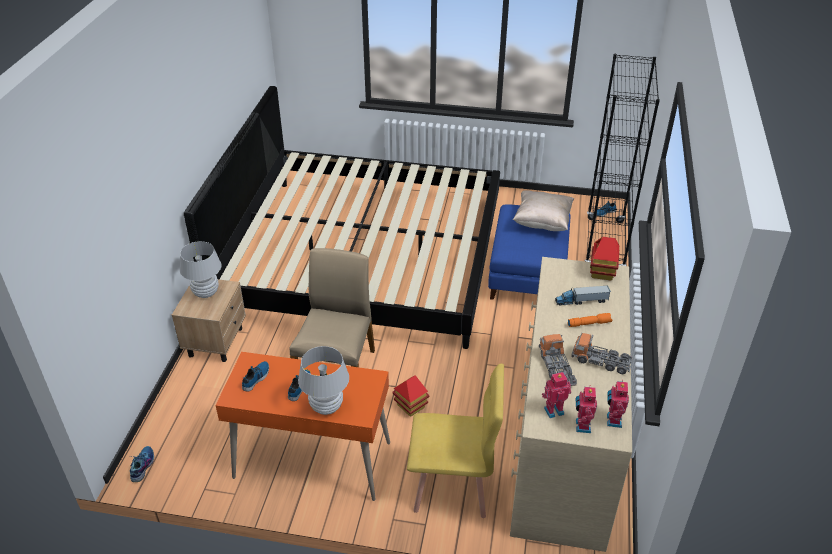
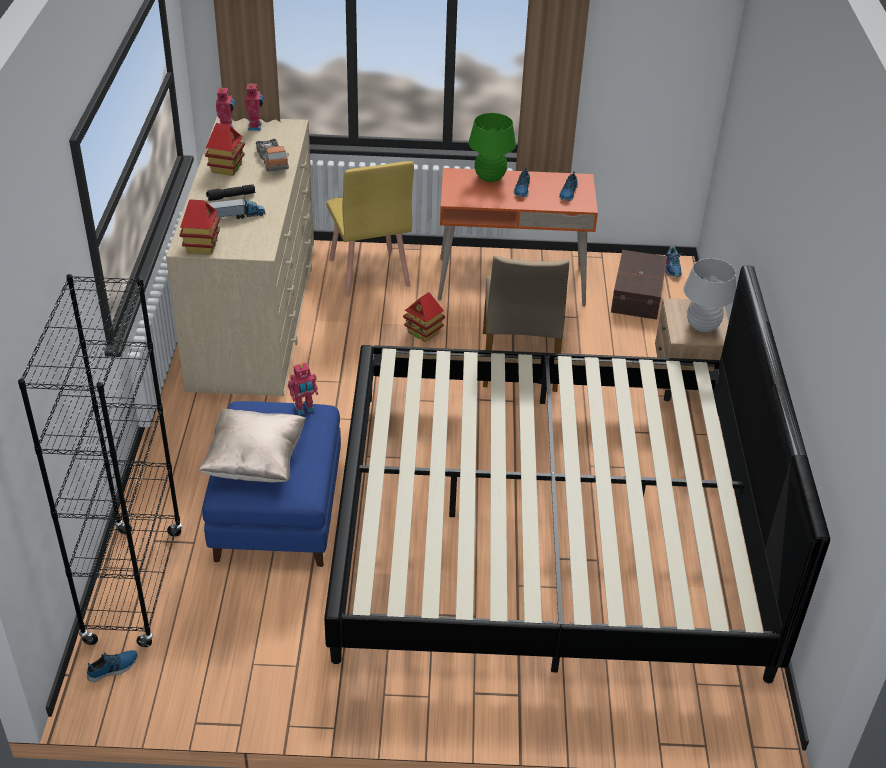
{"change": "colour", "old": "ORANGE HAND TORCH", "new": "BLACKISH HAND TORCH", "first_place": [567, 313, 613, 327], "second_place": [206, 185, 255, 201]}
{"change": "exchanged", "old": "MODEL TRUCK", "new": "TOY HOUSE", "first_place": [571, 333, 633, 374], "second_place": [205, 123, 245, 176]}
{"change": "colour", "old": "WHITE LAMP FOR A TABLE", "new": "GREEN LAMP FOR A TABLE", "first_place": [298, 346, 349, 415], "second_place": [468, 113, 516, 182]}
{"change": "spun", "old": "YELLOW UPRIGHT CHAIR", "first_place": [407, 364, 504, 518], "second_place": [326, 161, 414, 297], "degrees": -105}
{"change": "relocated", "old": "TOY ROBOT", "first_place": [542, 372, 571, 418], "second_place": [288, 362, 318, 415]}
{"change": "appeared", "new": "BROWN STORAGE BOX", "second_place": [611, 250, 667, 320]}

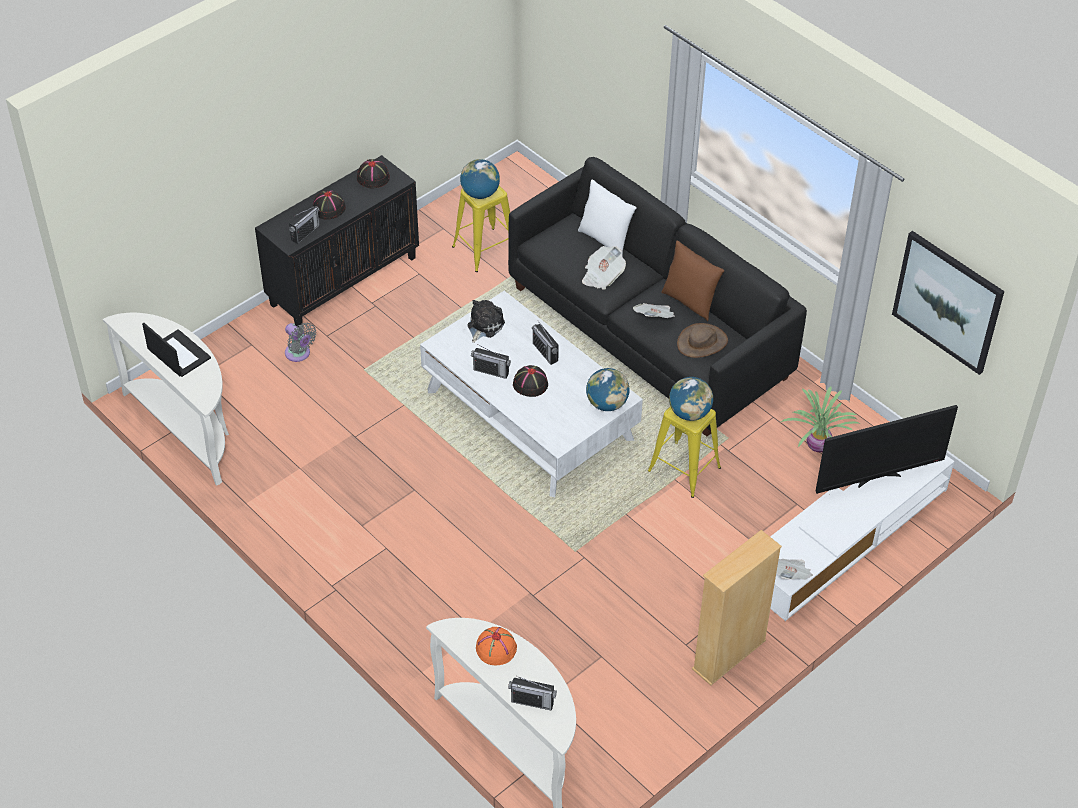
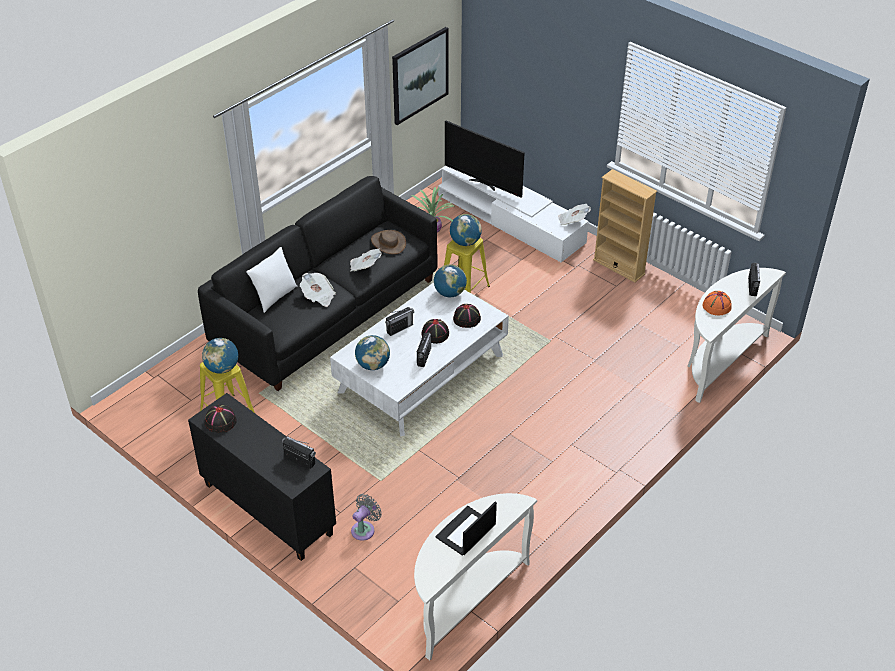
{"change": "relocated", "old": "BLACKISH HAT", "first_place": [313, 190, 346, 220], "second_place": [453, 304, 481, 328]}
{"change": "missing", "old": "BROWN THROW PILLOW", "first_place": [661, 241, 725, 321]}
{"change": "exchanged", "old": "CUDDLY TOY", "new": "DESK GLOBE", "first_place": [467, 300, 505, 343], "second_place": [355, 335, 390, 370]}
{"change": "spun", "old": "TELEVISION", "first_place": [815, 405, 958, 494], "second_place": [445, 121, 525, 198], "degrees": 150}

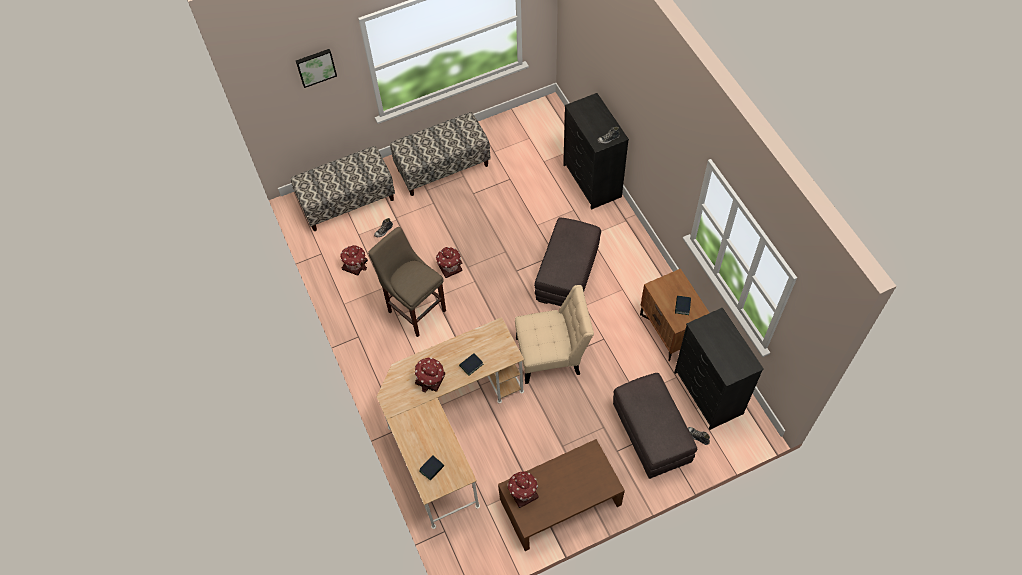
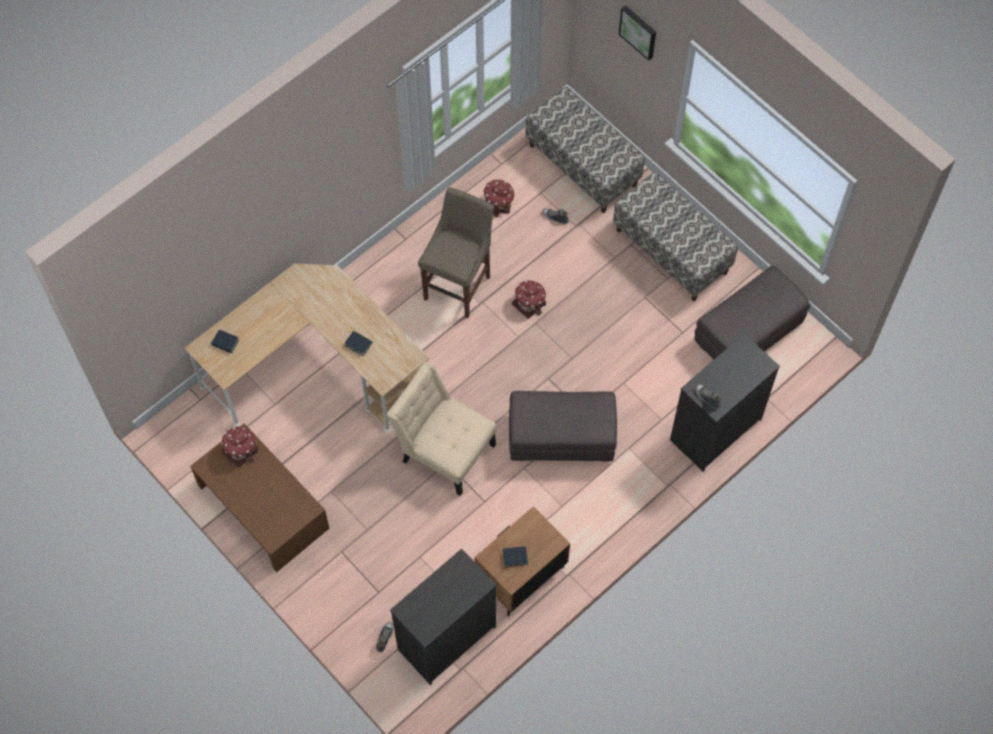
{"change": "spun", "old": "BEIGE-COLOURED UPRIGHT CHAIR", "first_place": [515, 285, 594, 384], "second_place": [387, 362, 496, 496], "degrees": 150}
{"change": "missing", "old": "TOY HOUSE", "first_place": [415, 357, 445, 393]}
{"change": "relocated", "old": "GREY FOOTREST", "first_place": [613, 373, 697, 479], "second_place": [694, 265, 810, 360]}

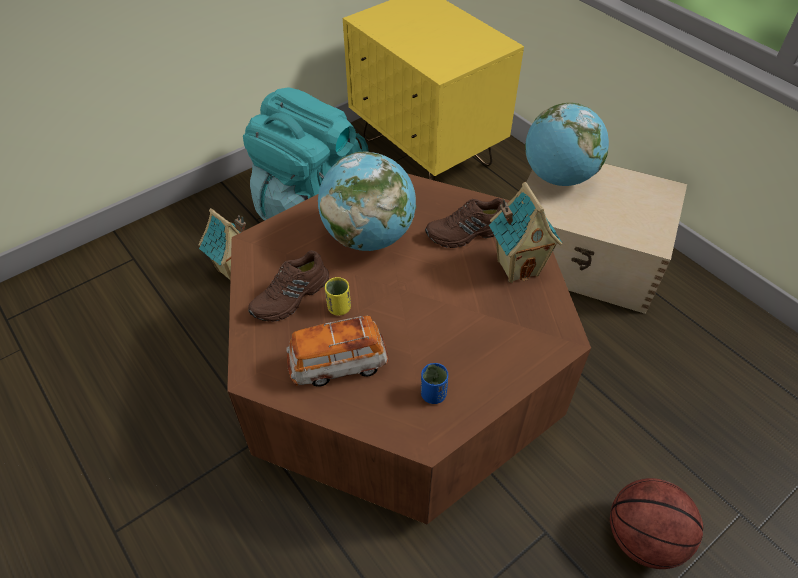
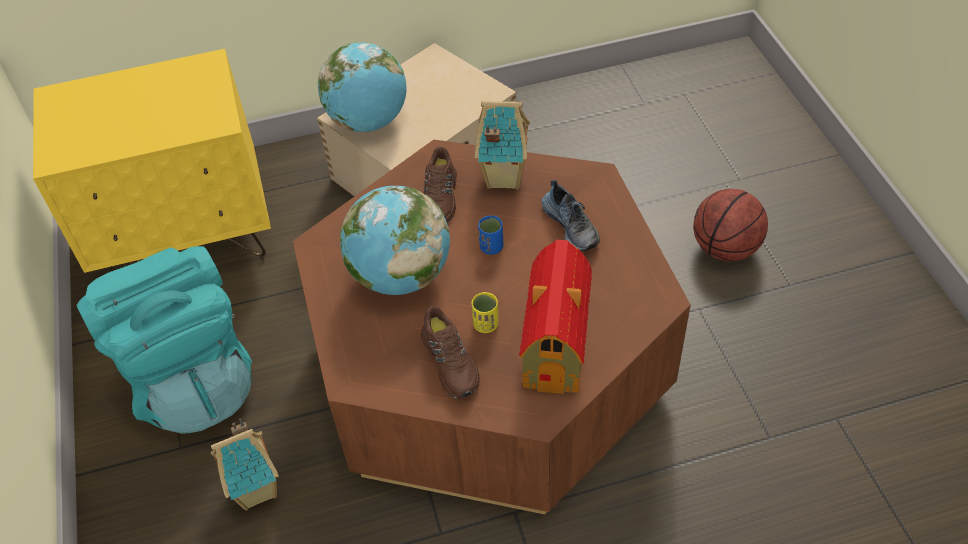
{"change": "exchanged", "old": "TOY CAR", "new": "TOY HOUSE", "first_place": [286, 316, 389, 387], "second_place": [519, 240, 592, 394]}
{"change": "relocated", "old": "BLUE-COLOURED CUP", "first_place": [421, 363, 448, 404], "second_place": [478, 216, 503, 255]}
{"change": "appeared", "new": "ITEM OF FOOTWEAR", "second_place": [541, 180, 600, 251]}

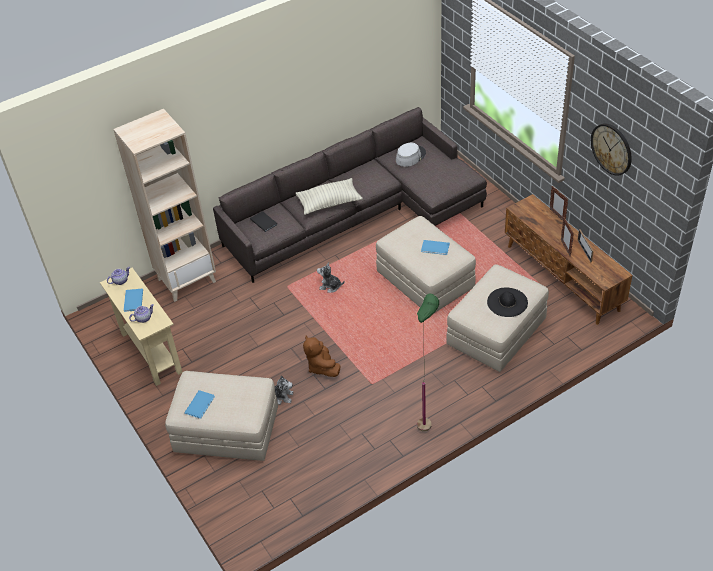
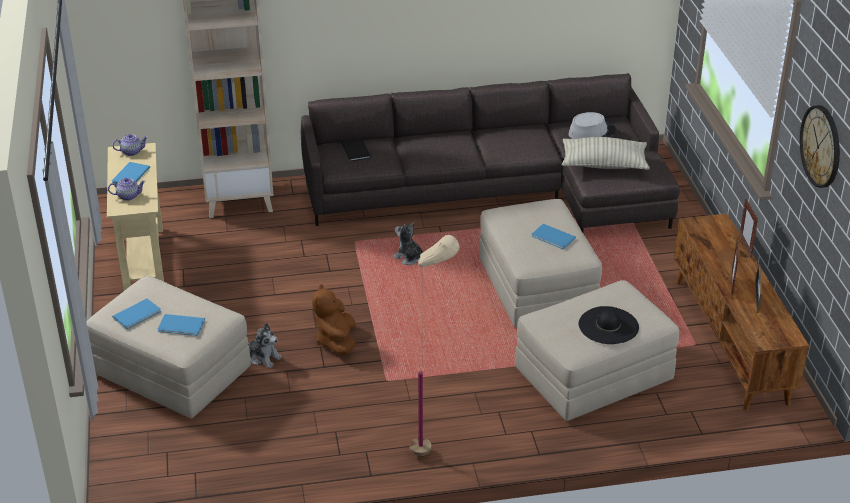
{"change": "relocated", "old": "THROW PILLOW", "first_place": [296, 178, 363, 215], "second_place": [562, 137, 650, 170]}
{"change": "colour", "old": "GREEN STANDING LAMP", "new": "BEIGE-COLOURED STANDING LAMP", "first_place": [417, 293, 439, 432], "second_place": [410, 235, 459, 456]}
{"change": "appeared", "new": "BLUE-COLOURED BOOK", "second_place": [158, 314, 205, 336]}

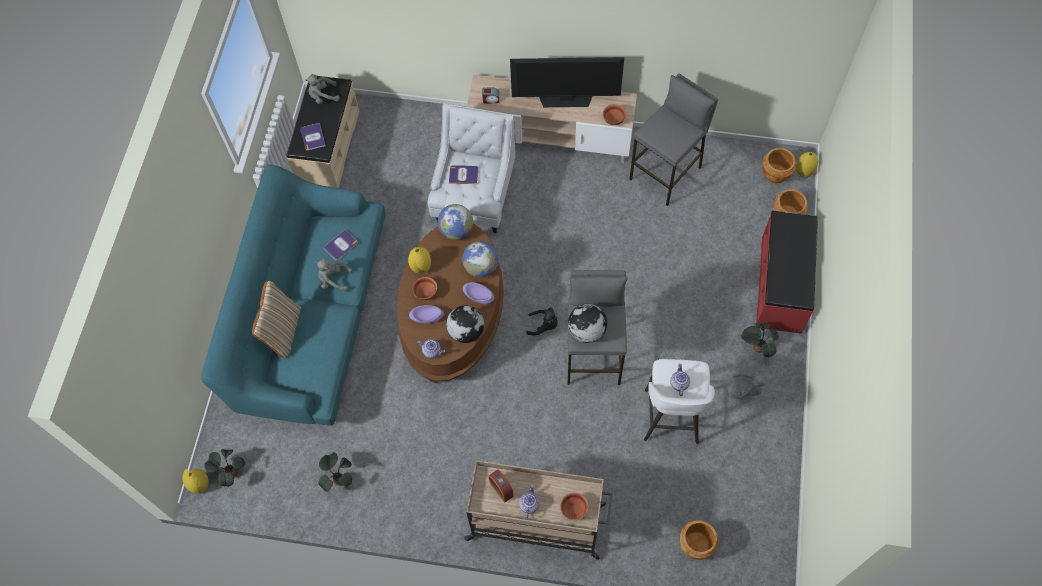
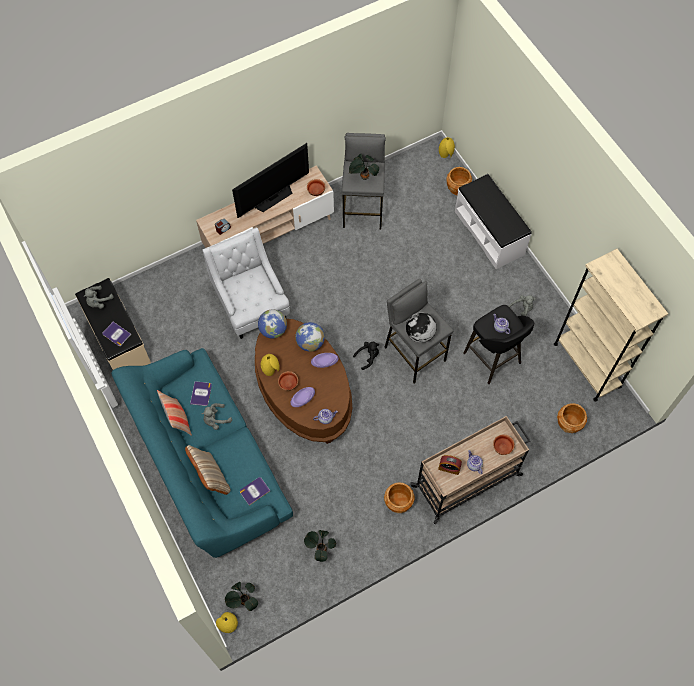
{"change": "relocated", "old": "BROWN PLANT POT", "first_place": [762, 148, 796, 184], "second_place": [384, 482, 415, 513]}
{"change": "relocated", "old": "BOOK", "first_place": [449, 165, 478, 184], "second_place": [240, 477, 270, 505]}
{"change": "colour", "old": "REDDISH BENCH", "new": "WHITE BENCH", "first_place": [756, 211, 818, 334], "second_place": [455, 174, 532, 269]}
{"change": "missing", "old": "DESK GLOBE", "first_place": [446, 305, 484, 343]}
{"change": "relocated", "old": "PLANT IN A POT", "first_place": [740, 323, 779, 358], "second_place": [349, 154, 379, 180]}
{"change": "colour", "old": "WHITE STOOL SEAT", "new": "BLACKISH STOOL SEAT", "first_place": [644, 359, 715, 444], "second_place": [463, 305, 534, 384]}
{"change": "appeared", "new": "BEIGE-COLOURED SHELVING UNIT", "second_place": [554, 249, 668, 402]}
{"change": "appeared", "new": "THROW PILLOW", "second_place": [157, 390, 192, 436]}

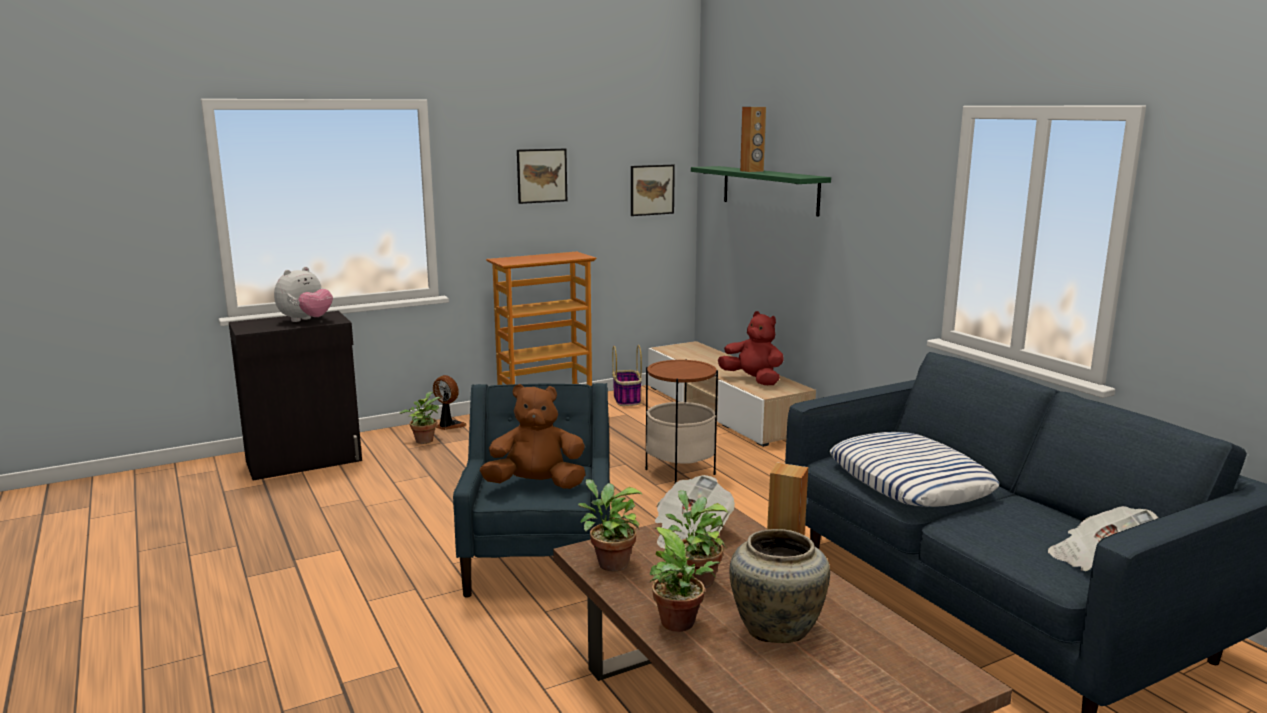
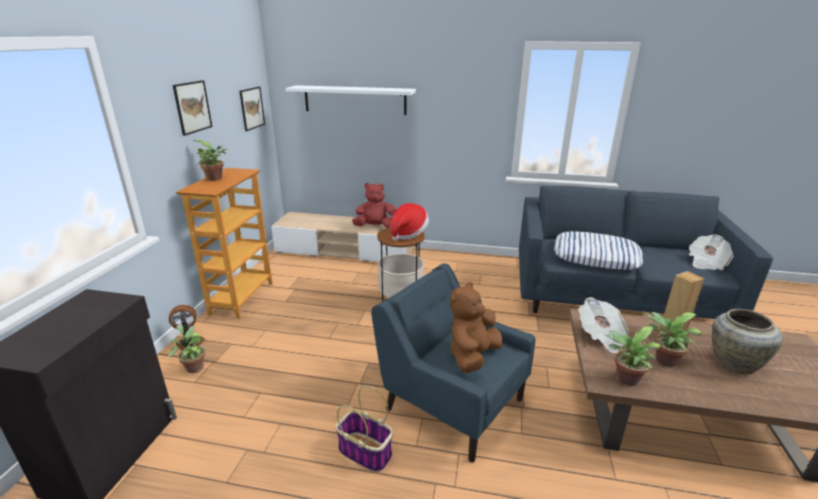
{"change": "missing", "old": "BROWN AUDIO SPEAKER", "first_place": [740, 107, 766, 172]}
{"change": "colour", "old": "GREEN WALL SHELF", "new": "WHITE WALL SHELF", "first_place": [691, 166, 831, 216], "second_place": [285, 85, 416, 115]}
{"change": "missing", "old": "CUDDLY TOY", "first_place": [274, 267, 333, 322]}
{"change": "relocated", "old": "HOUSEHOLD BASKET", "first_place": [612, 345, 642, 406], "second_place": [335, 385, 393, 473]}
{"change": "relocated", "old": "PLANT IN A POT", "first_place": [649, 527, 720, 632], "second_place": [193, 140, 227, 181]}
{"change": "appeared", "new": "HAT", "second_place": [390, 203, 429, 241]}

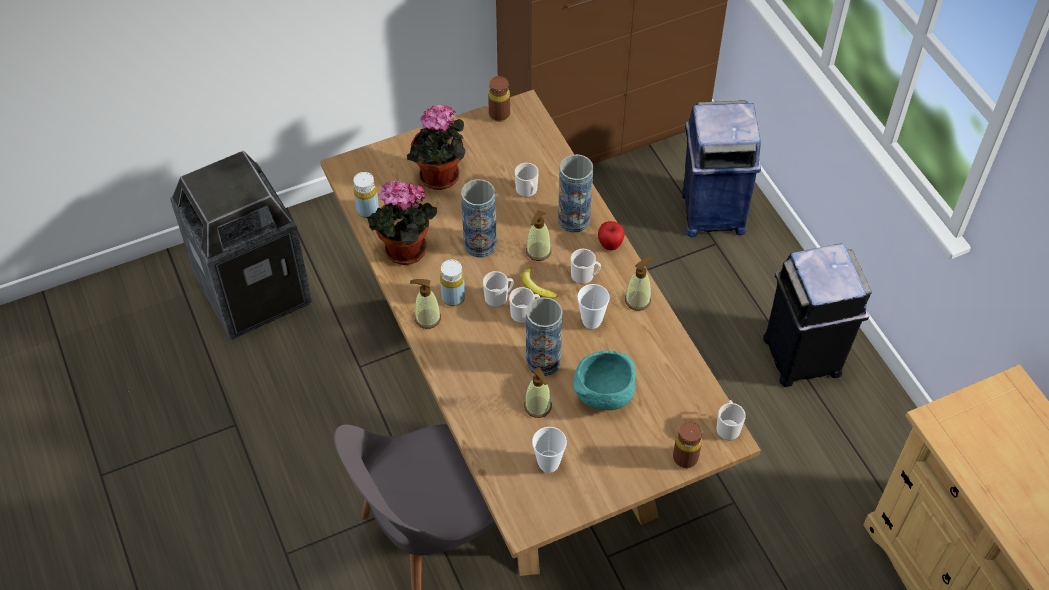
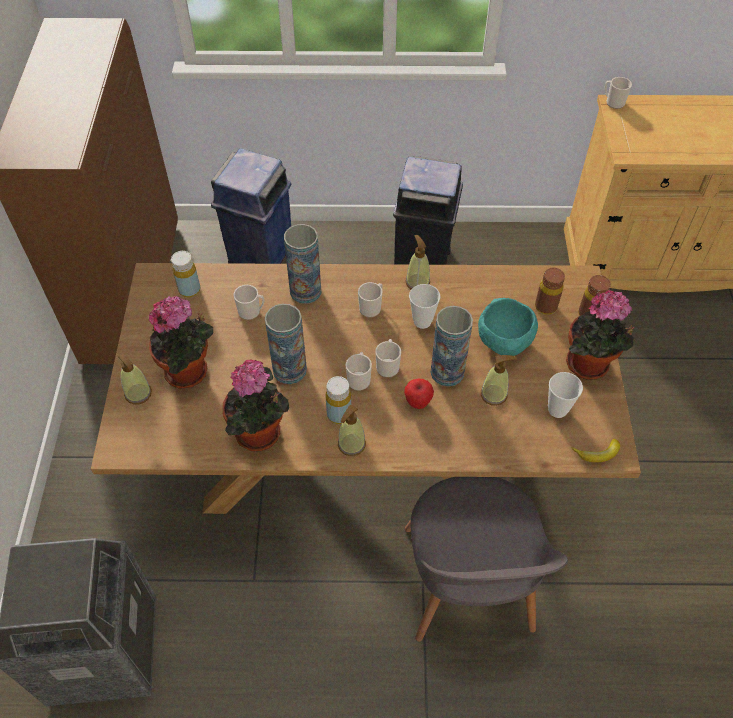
{"change": "relocated", "old": "BROWN BOTTLE", "first_place": [488, 76, 510, 122], "second_place": [535, 268, 565, 315]}
{"change": "relocated", "old": "YELLOW BOTTLE", "first_place": [353, 172, 379, 218], "second_place": [171, 251, 200, 298]}
{"change": "relocated", "old": "LIQUID SOAP BOTTLE", "first_place": [526, 210, 551, 261], "second_place": [118, 353, 152, 404]}
{"change": "relocated", "old": "WHOLE APPLE", "first_place": [598, 221, 625, 250], "second_place": [404, 379, 434, 409]}
{"change": "relocated", "old": "WHOLE BANANA", "first_place": [521, 267, 558, 299], "second_place": [572, 439, 620, 463]}
{"change": "relocated", "old": "COFFEE MUG", "first_place": [716, 400, 746, 440], "second_place": [605, 77, 632, 109]}
{"change": "appeared", "new": "PLANT IN A POT", "second_place": [566, 290, 634, 380]}

